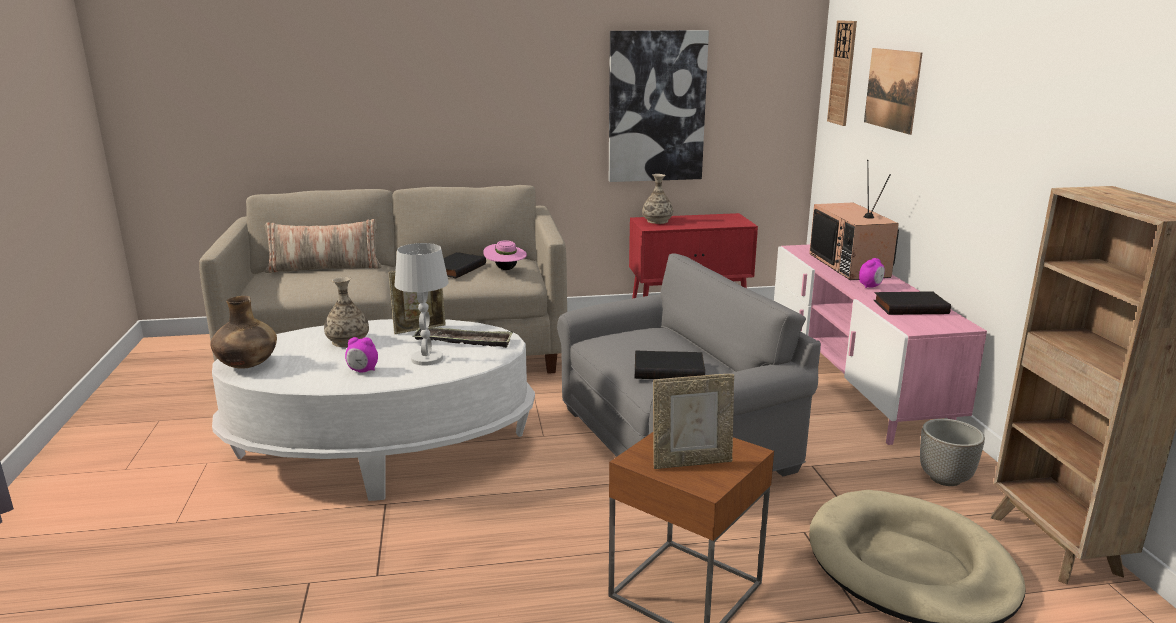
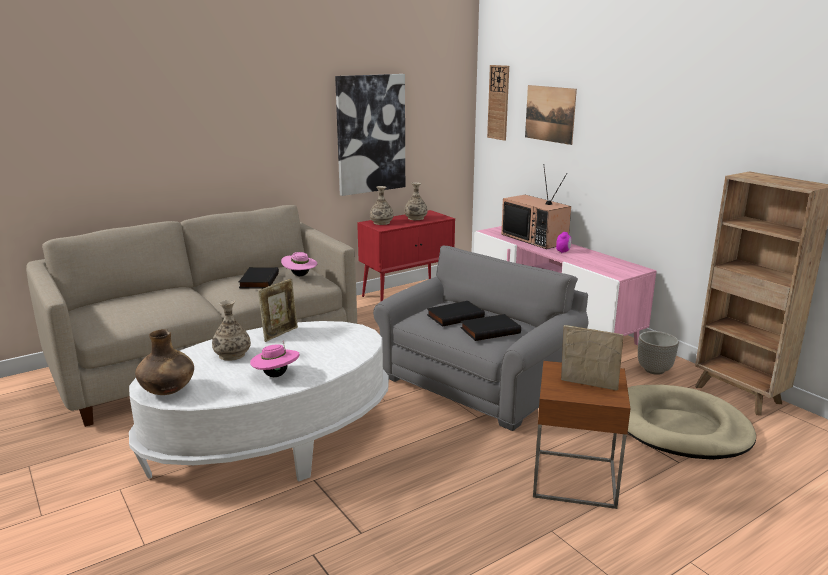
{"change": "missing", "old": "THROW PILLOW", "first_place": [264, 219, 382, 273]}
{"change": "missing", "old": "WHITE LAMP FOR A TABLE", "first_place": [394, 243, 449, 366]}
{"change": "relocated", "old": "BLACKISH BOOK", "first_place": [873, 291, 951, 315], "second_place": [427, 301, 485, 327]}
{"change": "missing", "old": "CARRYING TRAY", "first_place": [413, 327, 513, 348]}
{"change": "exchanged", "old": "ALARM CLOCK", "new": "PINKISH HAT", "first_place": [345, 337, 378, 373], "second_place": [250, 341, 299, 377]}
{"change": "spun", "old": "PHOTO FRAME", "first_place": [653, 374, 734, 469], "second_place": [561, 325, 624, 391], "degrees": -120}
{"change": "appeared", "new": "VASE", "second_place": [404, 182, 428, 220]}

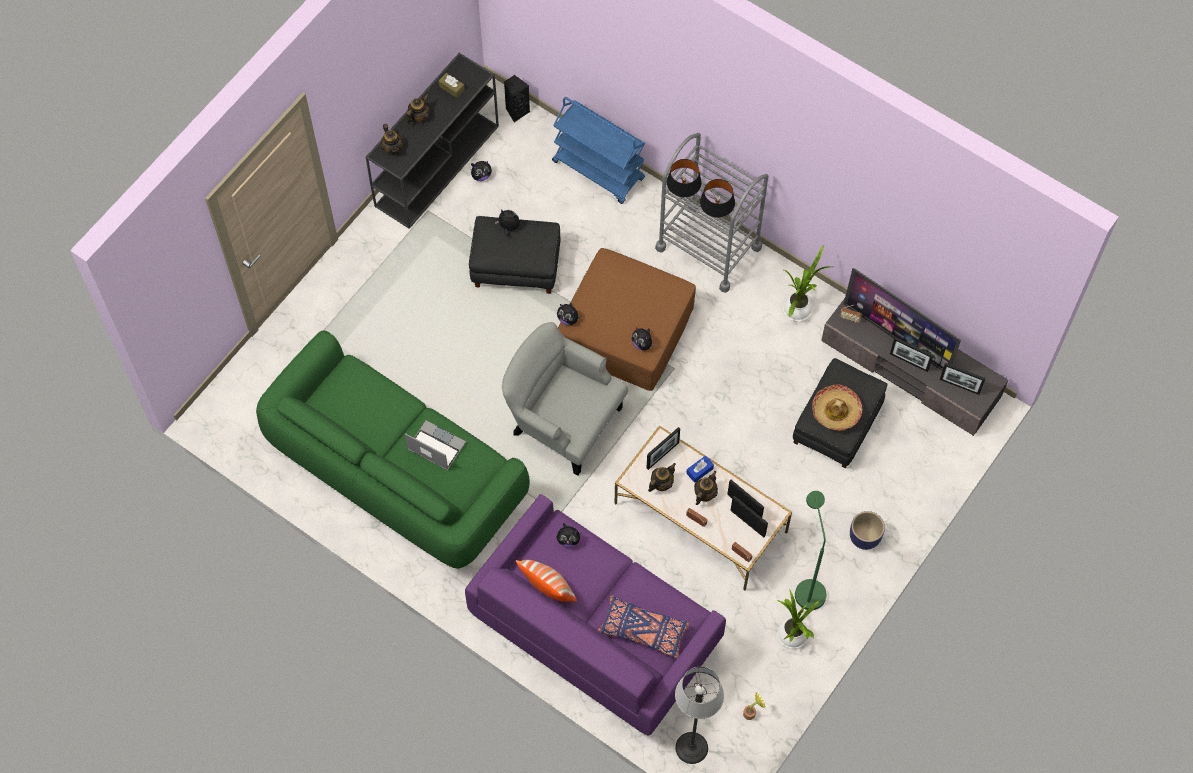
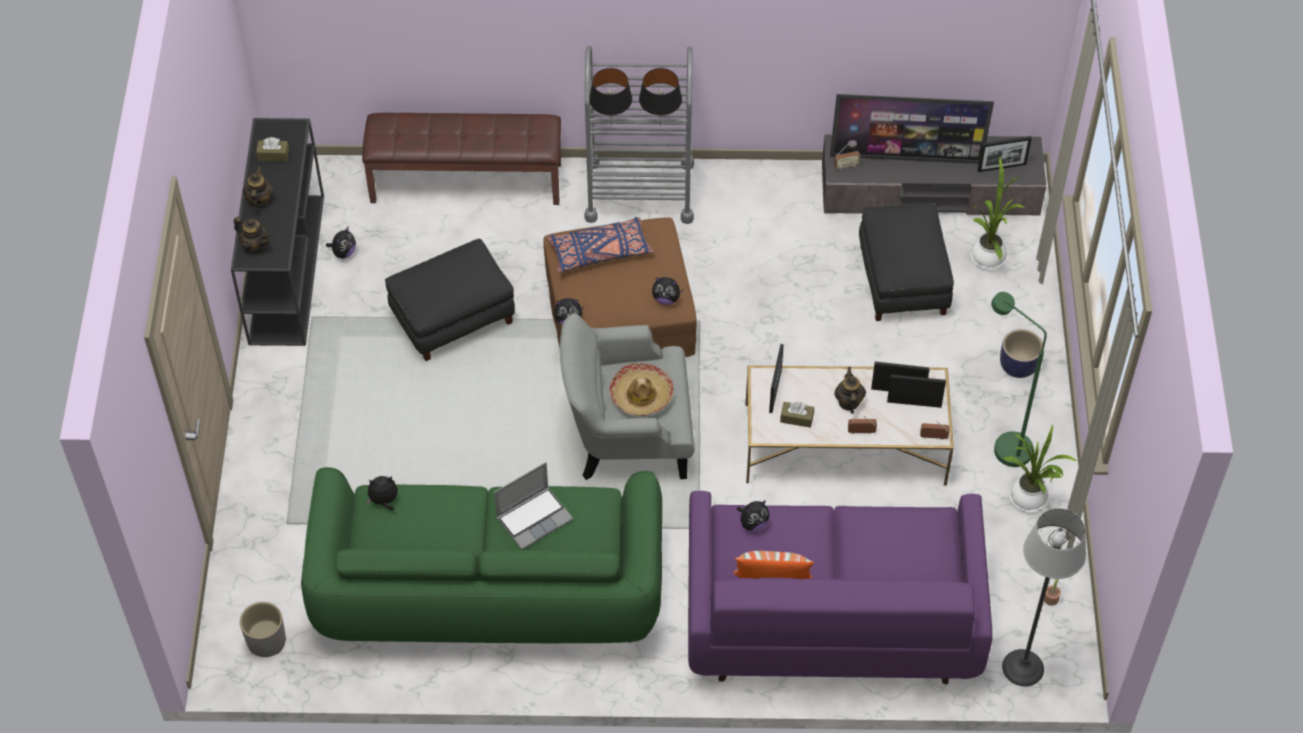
{"change": "missing", "old": "BLACKISH AUDIO SPEAKER", "first_place": [504, 75, 530, 122]}
{"change": "exchanged", "old": "BLUE-COLOURED CART", "new": "BROWN BENCH", "first_place": [552, 97, 645, 204], "second_place": [362, 113, 561, 205]}
{"change": "relocated", "old": "CUDDLY TOY", "first_place": [495, 209, 520, 237], "second_place": [366, 476, 398, 510]}
{"change": "relocated", "old": "PLANT IN A POT", "first_place": [783, 245, 831, 322], "second_place": [971, 156, 1026, 270]}
{"change": "missing", "old": "PHOTO FRAME", "first_place": [890, 337, 934, 372]}
{"change": "relocated", "old": "HAT", "first_place": [812, 385, 862, 431], "second_place": [609, 363, 674, 416]}
{"change": "spun", "old": "NOTEBOOK COMPUTER", "first_place": [405, 420, 466, 470], "second_place": [494, 462, 573, 550], "degrees": 150}
{"change": "missing", "old": "BLUE-COLOURED TISSUE BOX", "first_place": [686, 455, 714, 483]}
{"change": "exchanged", "old": "TEA POT", "new": "BROWN TISSUE BOX", "first_place": [648, 463, 676, 492], "second_place": [780, 402, 814, 428]}
{"change": "relocated", "old": "BLUE-COLOURED THROW PILLOW", "first_place": [598, 595, 689, 659], "second_place": [546, 217, 653, 273]}
{"change": "appeared", "new": "GREY PLANT POT", "second_place": [240, 602, 286, 657]}

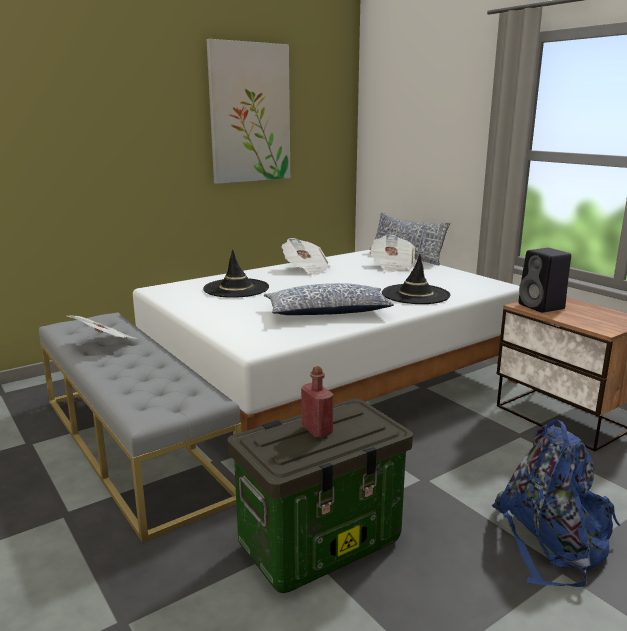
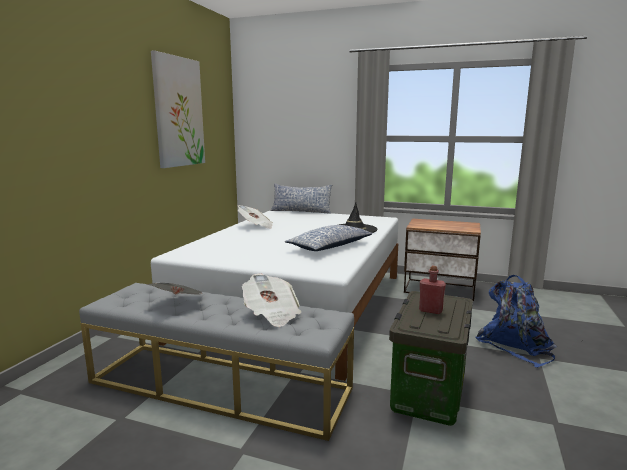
{"change": "relocated", "old": "PRINTED PAPER", "first_place": [370, 234, 415, 272], "second_place": [242, 274, 301, 327]}
{"change": "missing", "old": "BLACKISH AUDIO SPEAKER", "first_place": [519, 248, 571, 313]}
{"change": "missing", "old": "BLACKISH HAT", "first_place": [203, 250, 269, 298]}

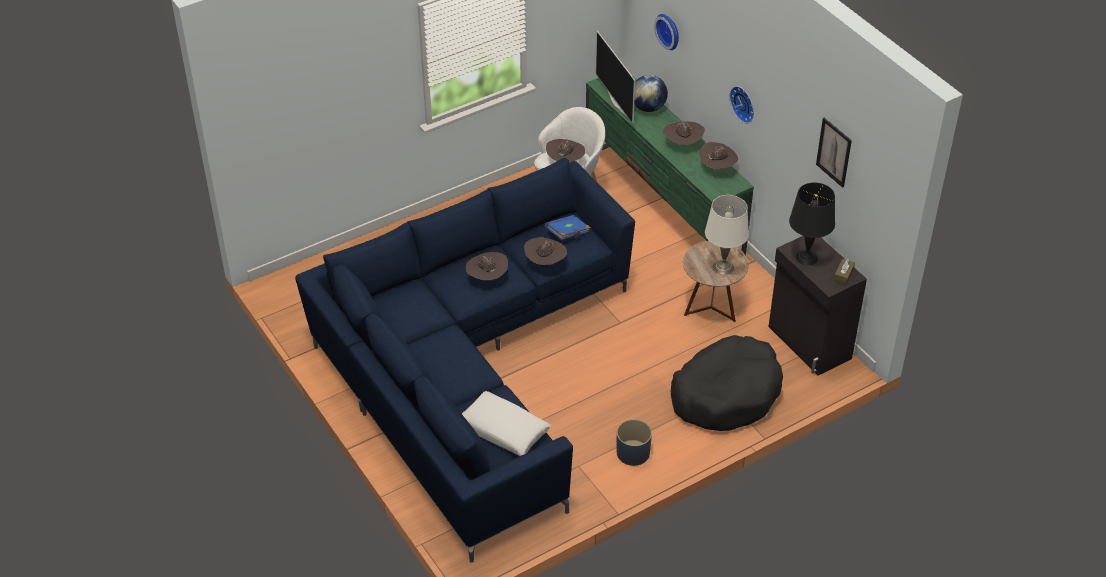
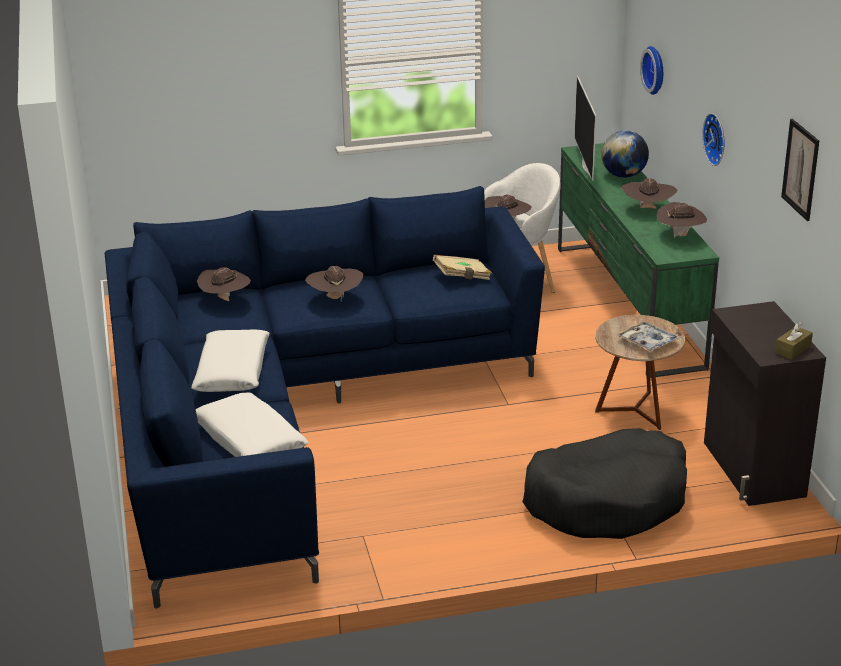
{"change": "missing", "old": "BLACKISH LAMP FOR A TABLE", "first_place": [789, 182, 835, 266]}
{"change": "exchanged", "old": "WHITE LAMP FOR A TABLE", "new": "CARRYING TRAY", "first_place": [705, 195, 749, 275], "second_place": [616, 321, 681, 352]}
{"change": "colour", "old": "BLUE-COLOURED BOOK", "new": "BEIGE-COLOURED BOOK", "first_place": [545, 215, 591, 240], "second_place": [433, 255, 492, 280]}
{"change": "relocated", "old": "BROWN HAT", "first_place": [524, 237, 567, 265], "second_place": [197, 267, 251, 301]}
{"change": "missing", "old": "BLUE-COLOURED PLANT POT", "first_place": [617, 419, 652, 466]}
{"change": "appeared", "new": "WHITE THROW PILLOW", "second_place": [191, 329, 270, 392]}

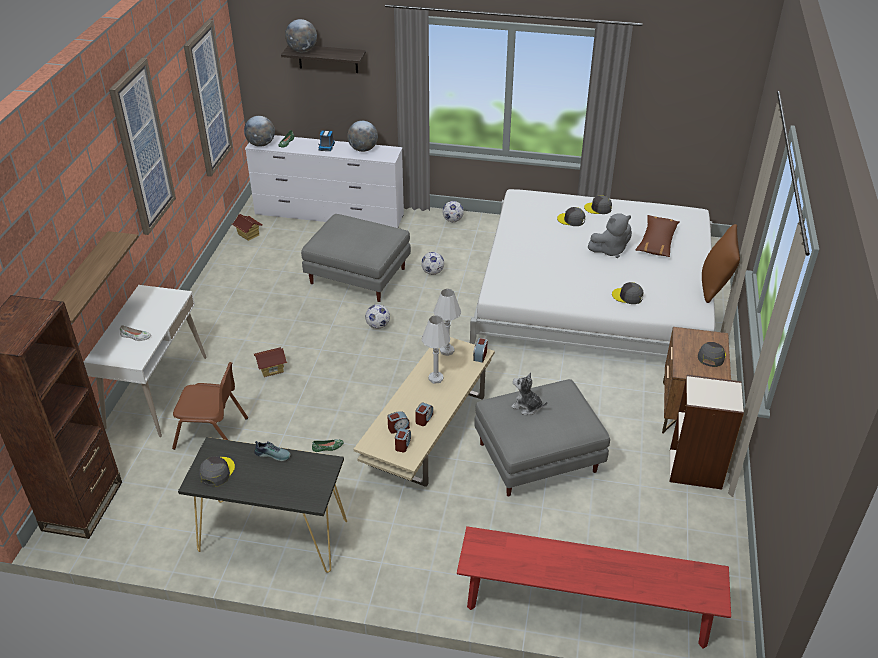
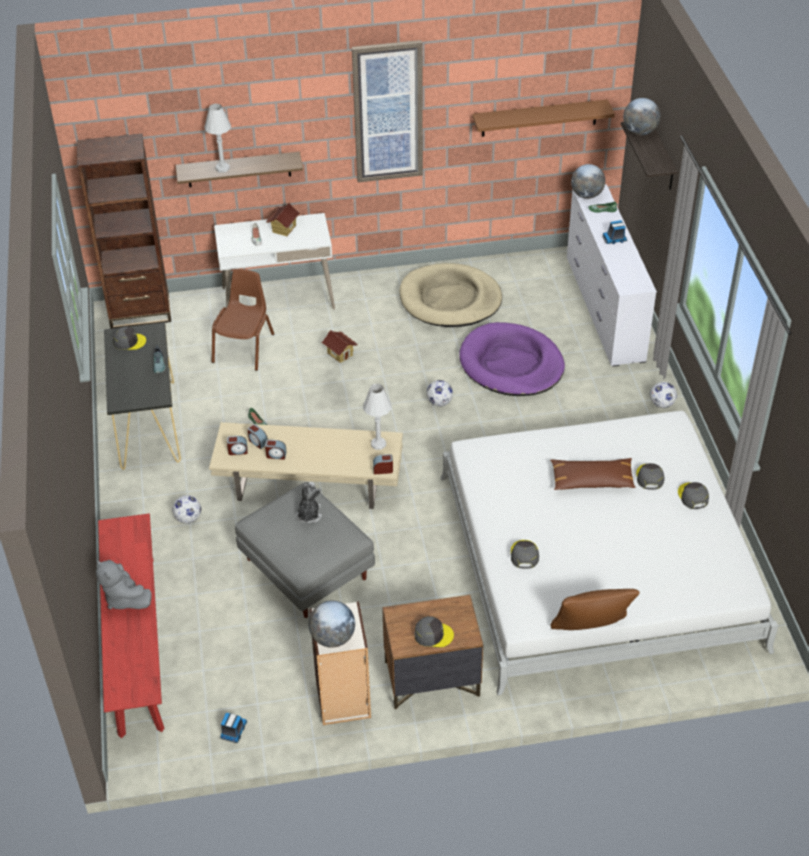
{"change": "exchanged", "old": "WALL ART", "new": "BROWN WALL SHELF", "first_place": [184, 20, 233, 177], "second_place": [472, 99, 615, 137]}
{"change": "relocated", "old": "DESK GLOBE", "first_place": [347, 121, 378, 152], "second_place": [309, 601, 355, 648]}
{"change": "relocated", "old": "GREY CUDDLY TOY", "first_place": [587, 213, 632, 258], "second_place": [96, 559, 152, 609]}
{"change": "relocated", "old": "TOY HOUSE", "first_place": [232, 214, 263, 241], "second_place": [266, 203, 301, 236]}
{"change": "exchanged", "old": "GREY FOOTREST", "new": "PURPLE PET BED", "first_place": [301, 214, 411, 302], "second_place": [459, 322, 565, 396]}
{"change": "relocated", "old": "BROWN THROW PILLOW", "first_place": [635, 215, 679, 257], "second_place": [550, 458, 636, 490]}
{"change": "relocated", "old": "FOOTBALL BALL", "first_place": [421, 252, 444, 275], "second_place": [172, 495, 201, 524]}
{"change": "relocated", "old": "WHITE LAMP FOR A TABLE", "first_place": [422, 315, 450, 384], "second_place": [204, 104, 231, 172]}
{"change": "spun", "old": "BROWN UPRIGHT CHAIR", "first_place": [172, 362, 248, 450], "second_place": [212, 269, 274, 371], "degrees": -150}
{"change": "appeared", "new": "BEIGE-COLOURED PET BED", "second_place": [399, 263, 502, 327]}
{"change": "appeared", "new": "MODEL TRUCK", "second_place": [220, 713, 247, 743]}

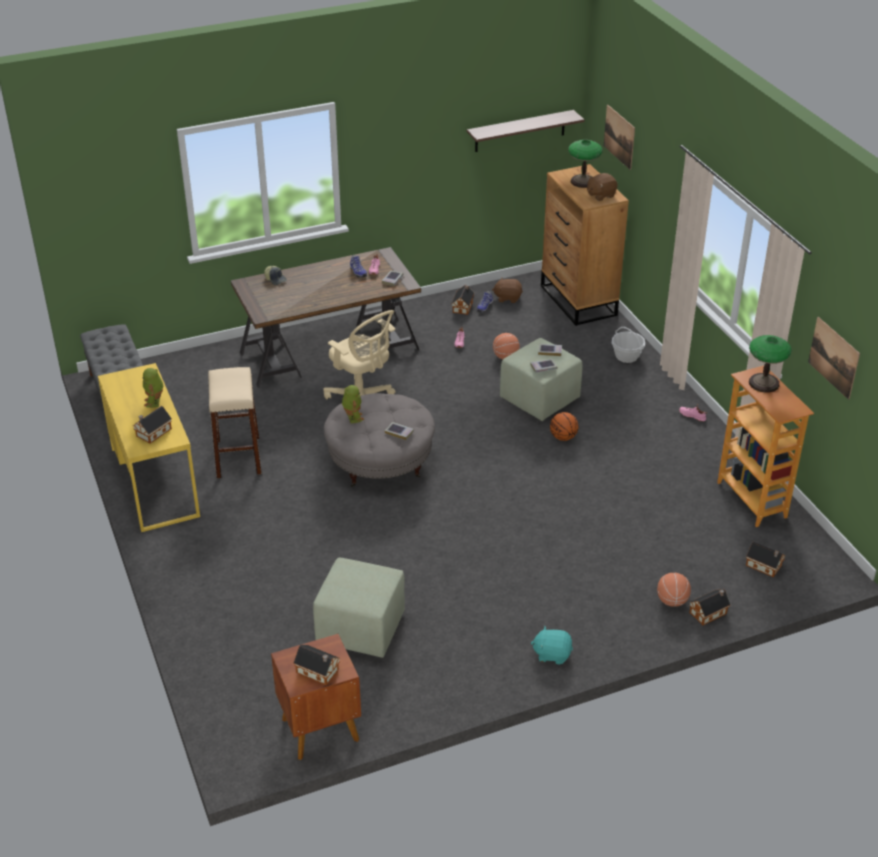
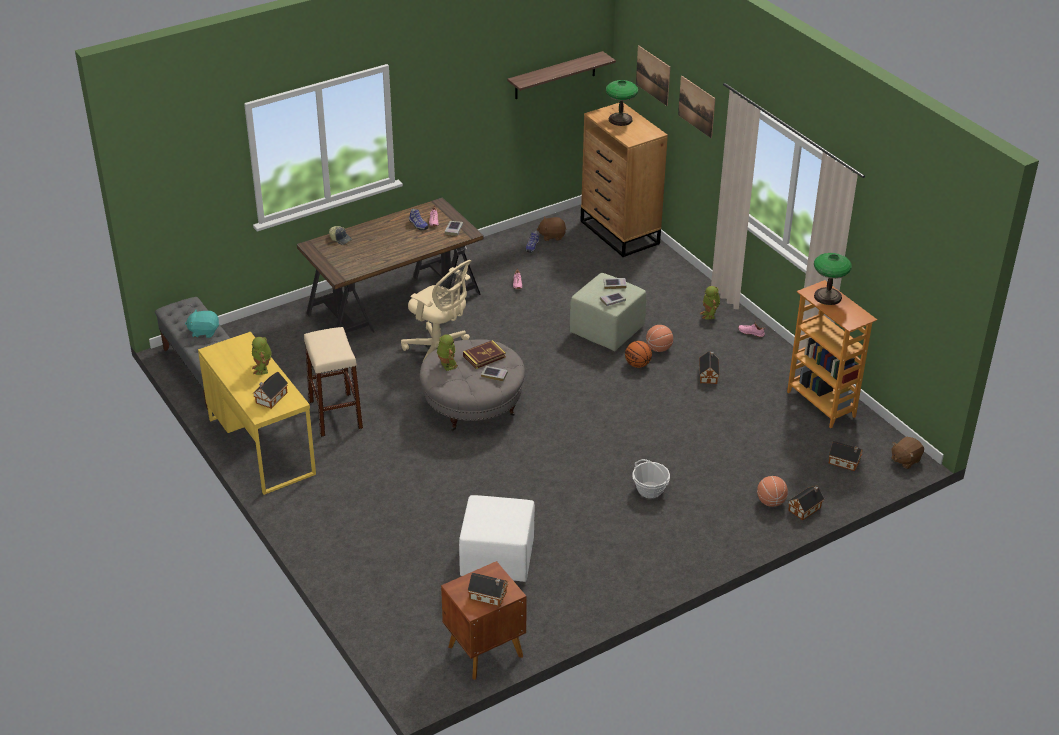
{"change": "relocated", "old": "BROWN CUDDLY TOY", "first_place": [587, 173, 618, 201], "second_place": [892, 437, 924, 469]}
{"change": "relocated", "old": "TOY HOUSE", "first_place": [452, 285, 475, 315], "second_place": [699, 351, 719, 384]}
{"change": "relocated", "old": "WALL ART", "first_place": [808, 317, 860, 400], "second_place": [678, 76, 715, 138]}
{"change": "relocated", "old": "HOUSEHOLD BASKET", "first_place": [612, 327, 645, 363], "second_place": [632, 459, 670, 498]}
{"change": "relocated", "old": "BASKETBALL", "first_place": [493, 333, 520, 360], "second_place": [646, 325, 673, 352]}
{"change": "colour", "old": "GREEN FOOTREST", "new": "WHITE FOOTREST", "first_place": [313, 558, 405, 658], "second_place": [459, 495, 535, 582]}
{"change": "relocated", "old": "BLUE-GREEN CUDDLY TOY", "first_place": [531, 626, 573, 665], "second_place": [185, 309, 219, 338]}
{"change": "appeared", "new": "TOY ROBOT", "second_place": [700, 286, 720, 319]}
{"change": "appeared", "new": "BOOK", "second_place": [463, 340, 506, 369]}

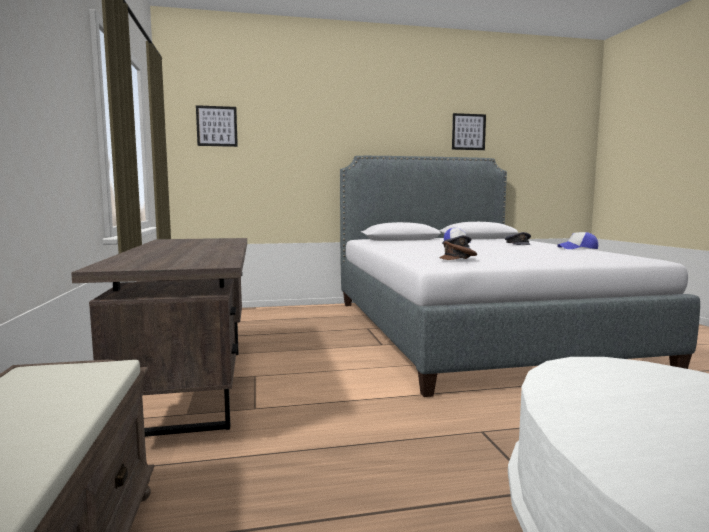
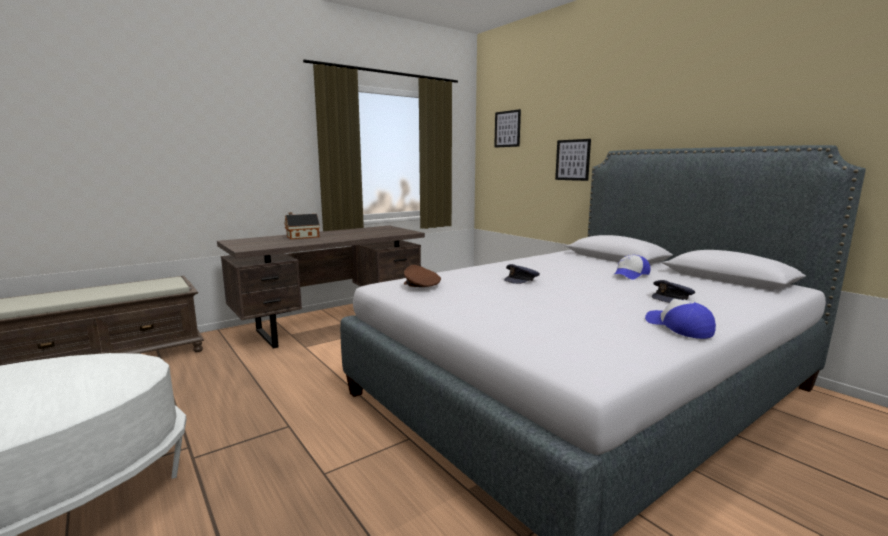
{"change": "relocated", "old": "WALL ART", "first_place": [452, 113, 486, 150], "second_place": [555, 139, 591, 181]}
{"change": "appeared", "new": "TOY HOUSE", "second_place": [284, 212, 320, 239]}

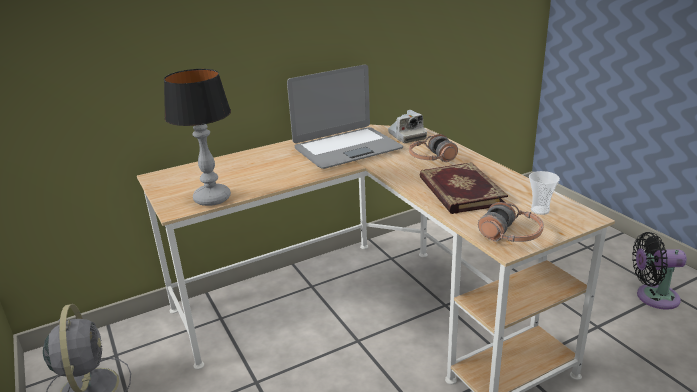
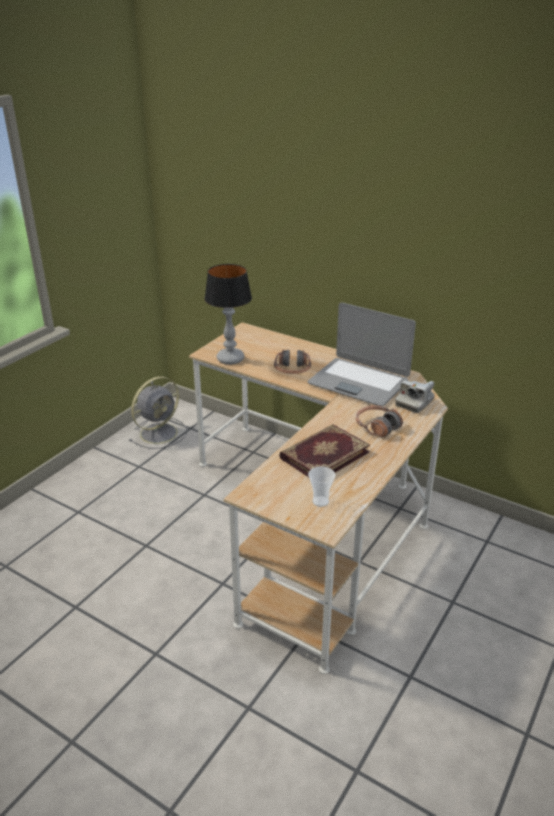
{"change": "relocated", "old": "HEADPHONES", "first_place": [478, 202, 544, 242], "second_place": [274, 349, 311, 374]}
{"change": "missing", "old": "BLACKISH ELECTRIC FAN", "first_place": [632, 232, 687, 310]}

